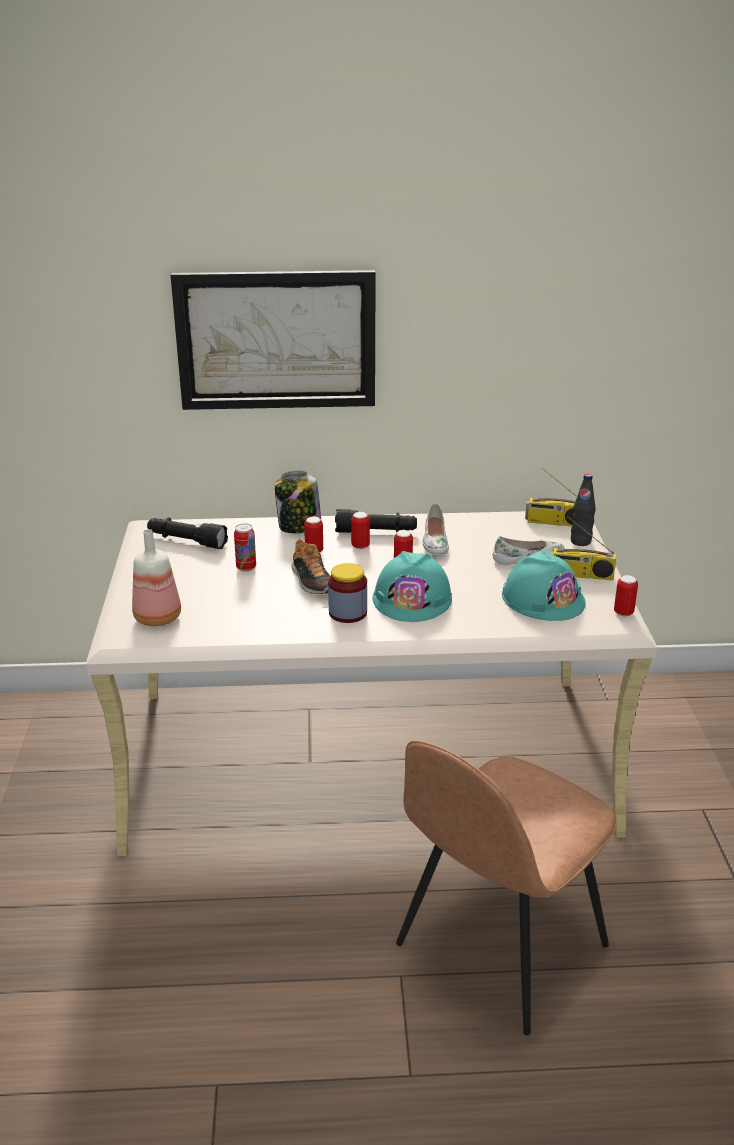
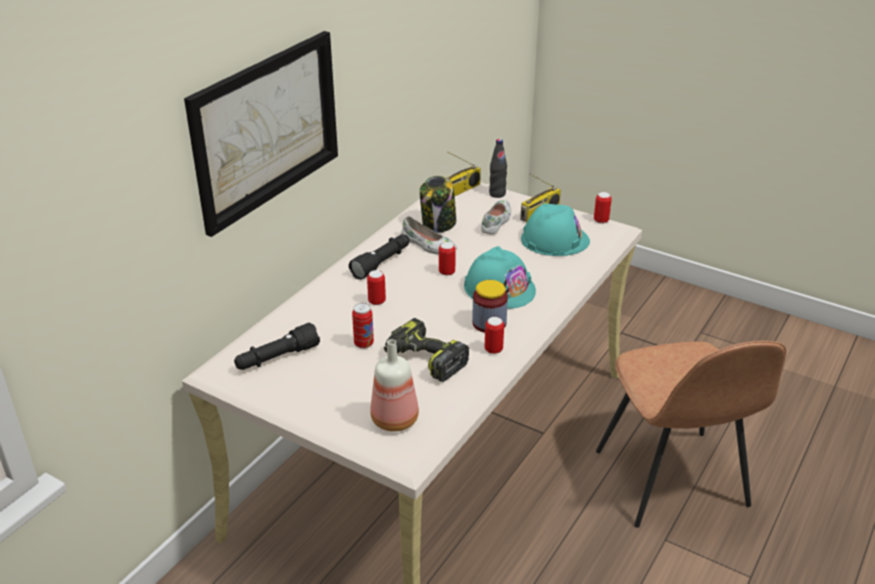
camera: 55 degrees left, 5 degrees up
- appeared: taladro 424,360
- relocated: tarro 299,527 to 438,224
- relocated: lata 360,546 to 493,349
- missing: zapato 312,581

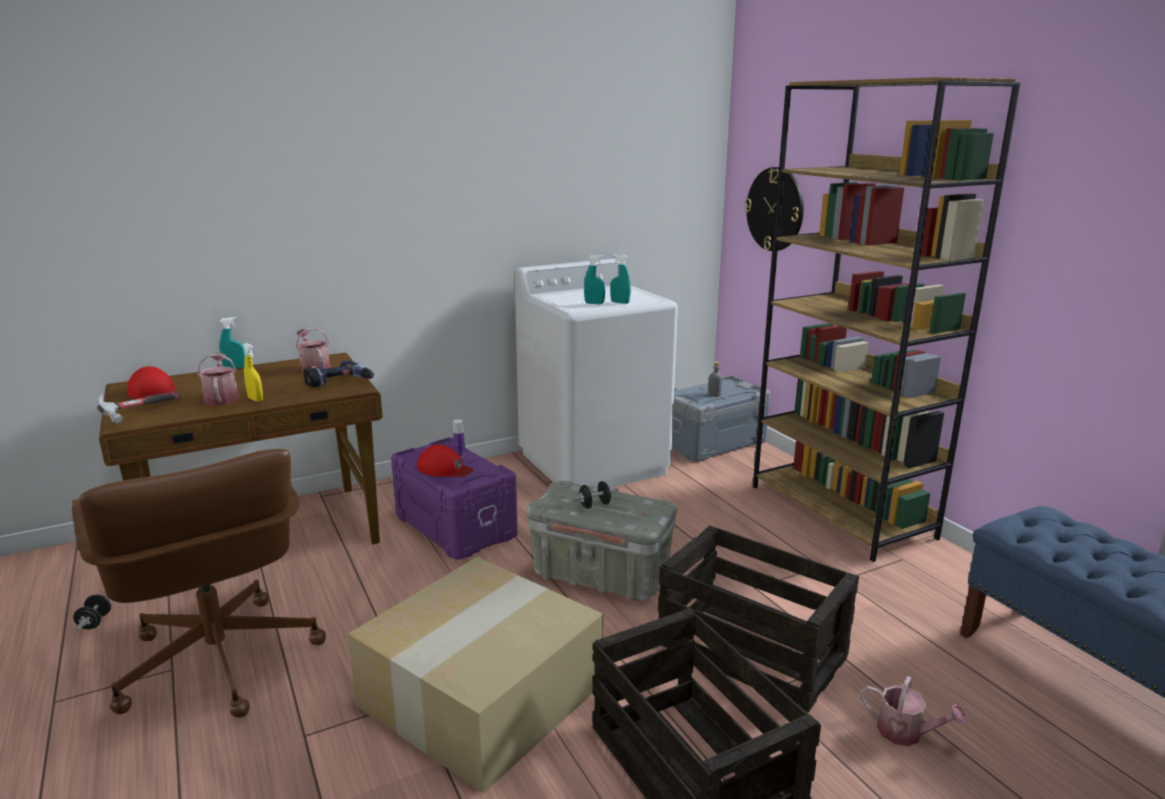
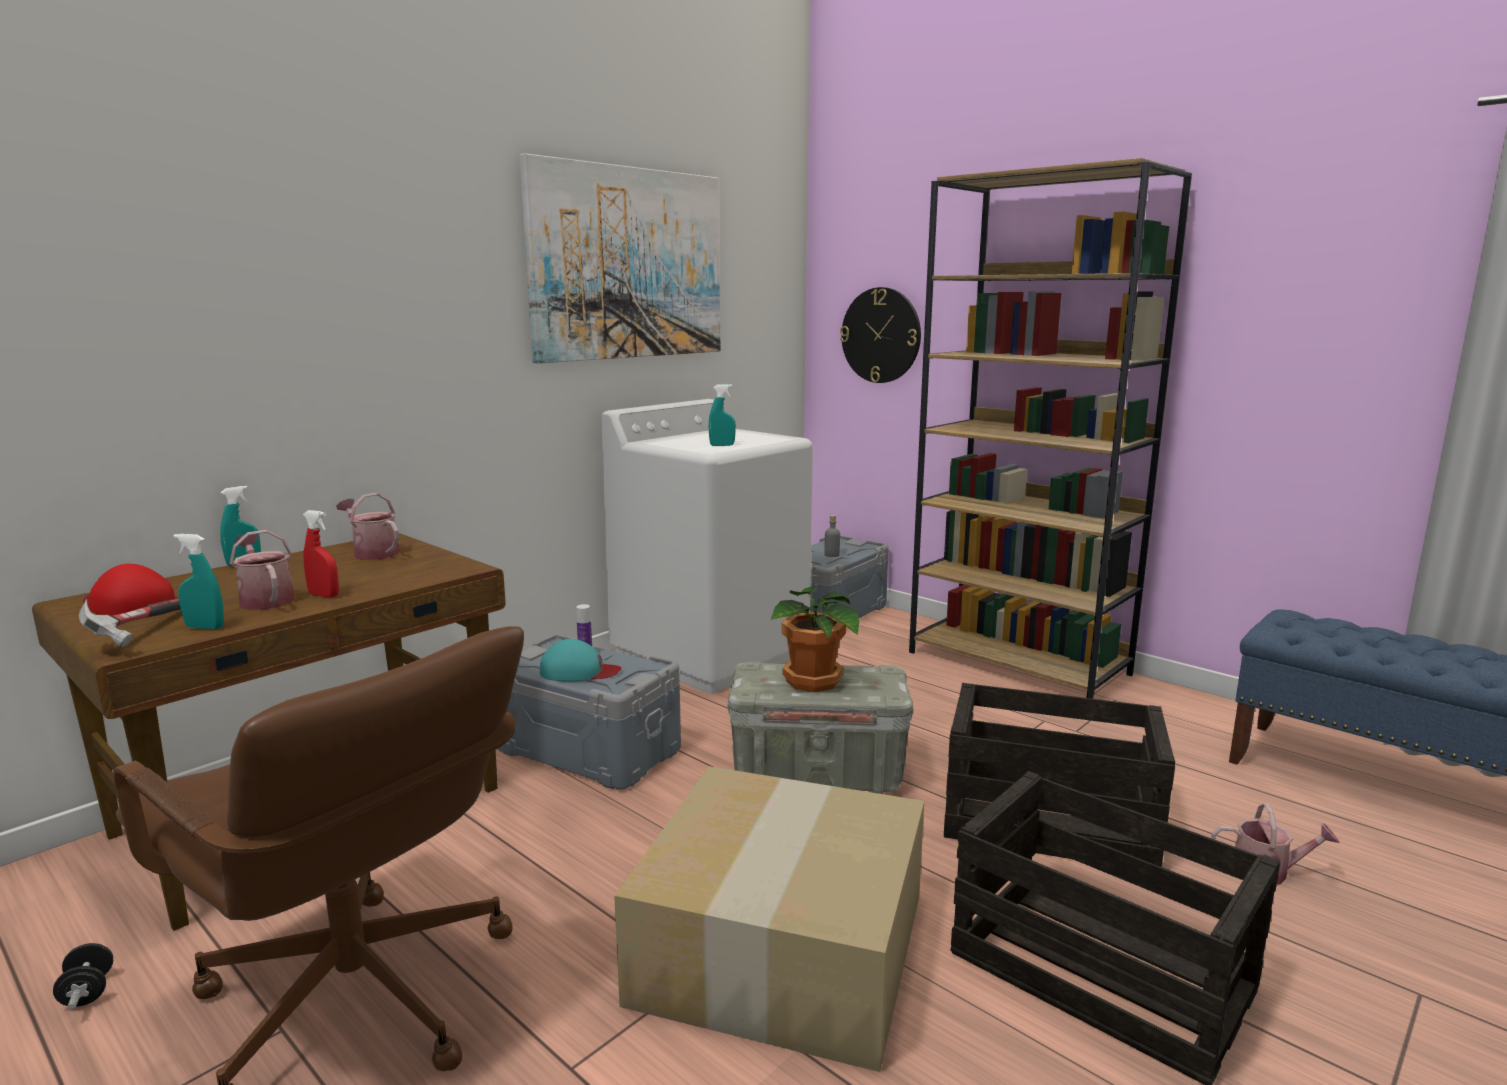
camera: 20 degrees left, 5 degrees down
- relocated: pulverizador [turquesa] 620,302 to 205,627
- colour: pulverizador [amarillo] 255,399 to pulverizador [rojo] 324,595
- colour: caja de almacenaje [morado] 456,525 to caja de almacenaje [gris] 590,749
- appeared: cuadro 628,264
- colour: gorra [rojo] 444,469 to gorra [turquesa] 579,671
- exchanged: mancuerna [negro] 594,505 to planta en maceta 813,682
- missing: taladro 339,384

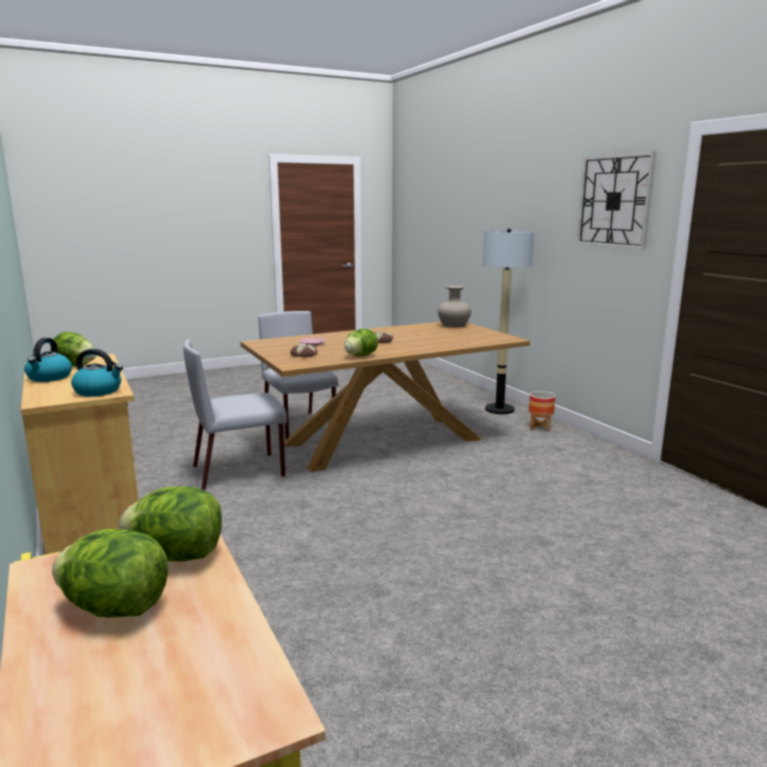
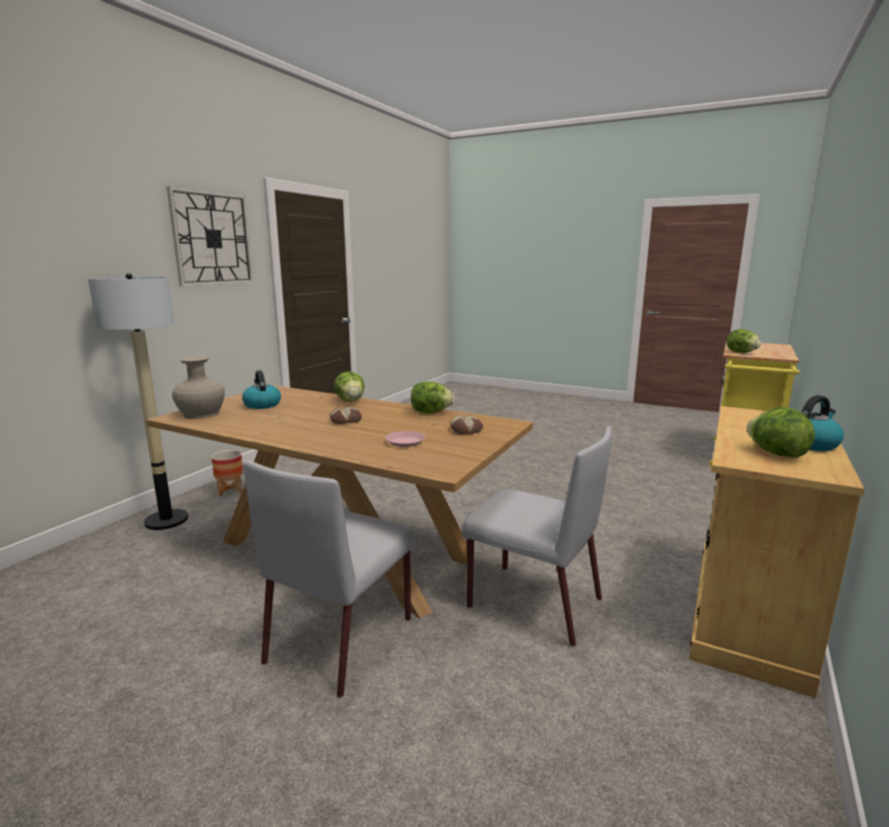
camera: 125 degrees left, 0 degrees up
- relocated: hervidor 99,391 to 262,405
- relocated: lechuga 116,608 to 350,401

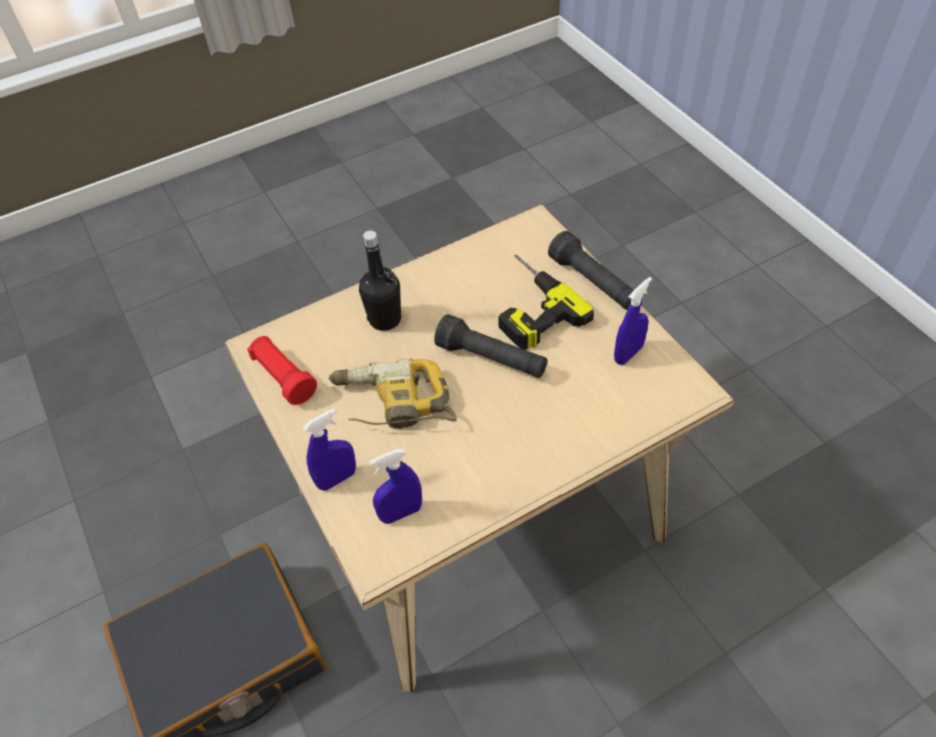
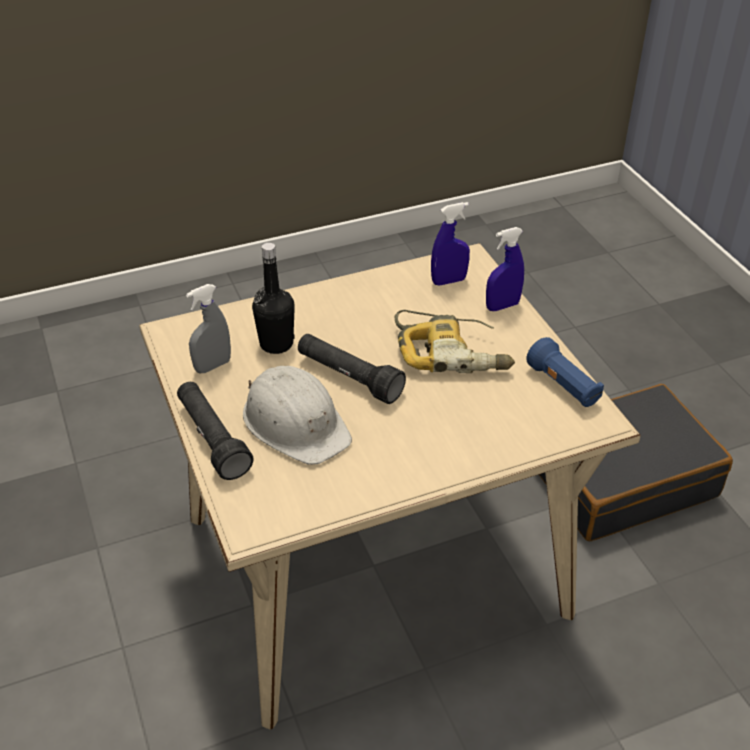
camera: 175 degrees left, 10 degrees down
- colour: pulverizador [azul] 628,354 to pulverizador [gris] 213,366
- exchanged: taladro 528,307 to casco [blanco] 295,423
- relocated: botella [negro] 385,319 to 276,344
- colour: linterna [rojo] 283,378 to linterna [azul] 563,386

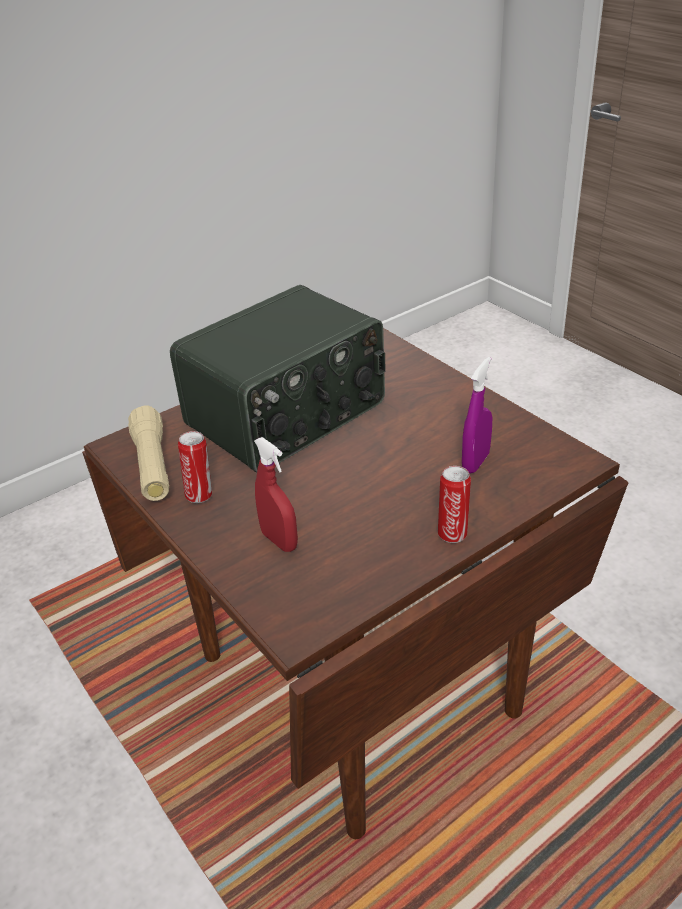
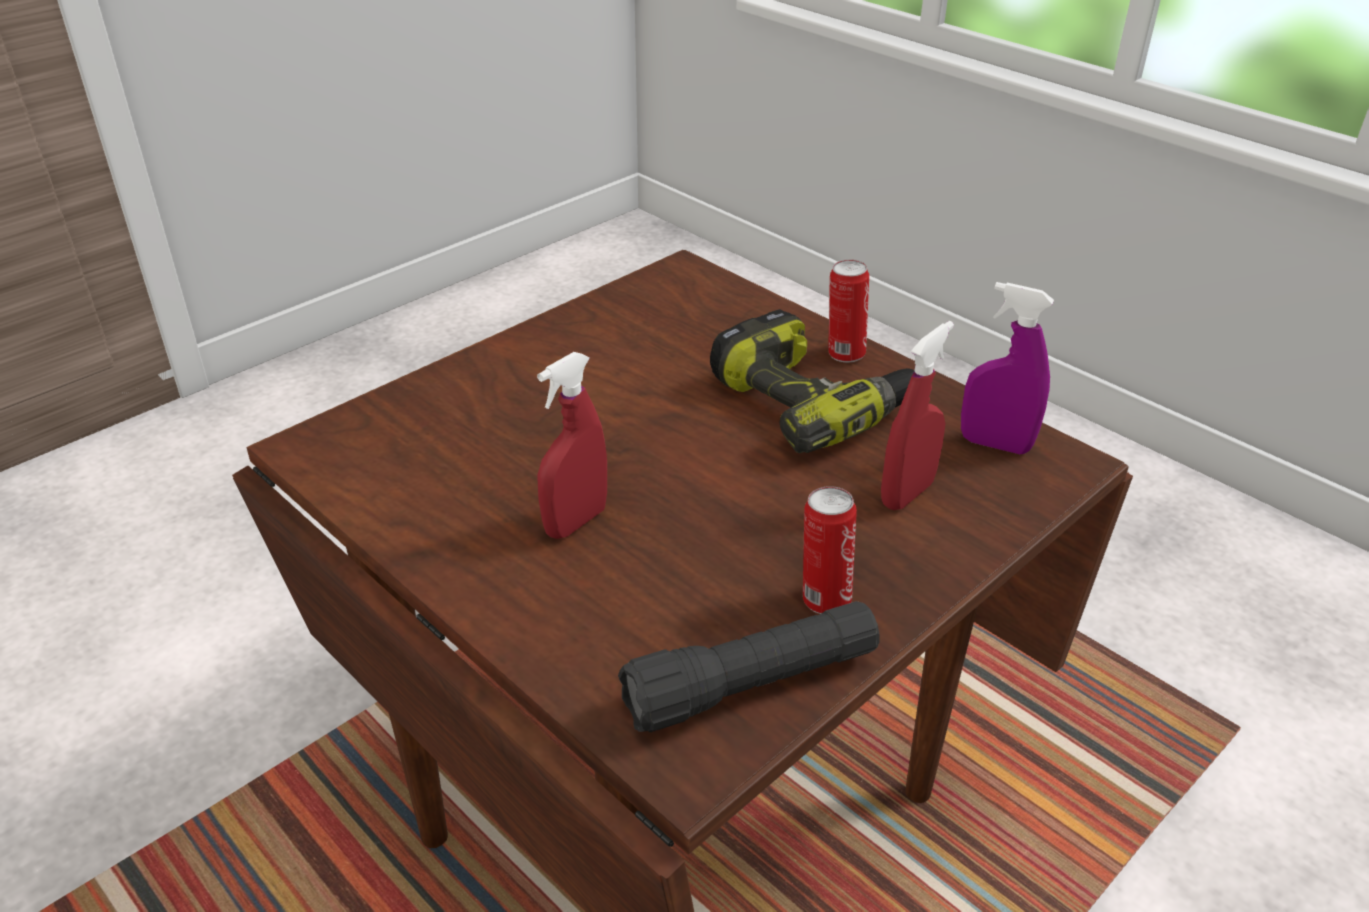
camera: 100 degrees left, 0 degrees up
- exchanged: radio 288,415 to pulverizador [rojo] 575,522
- colour: linterna [beis] 153,466 to linterna [negro] 751,685
- appeared: taladro 813,401
- relocated: pulverizador [morado] 475,462 to 995,444

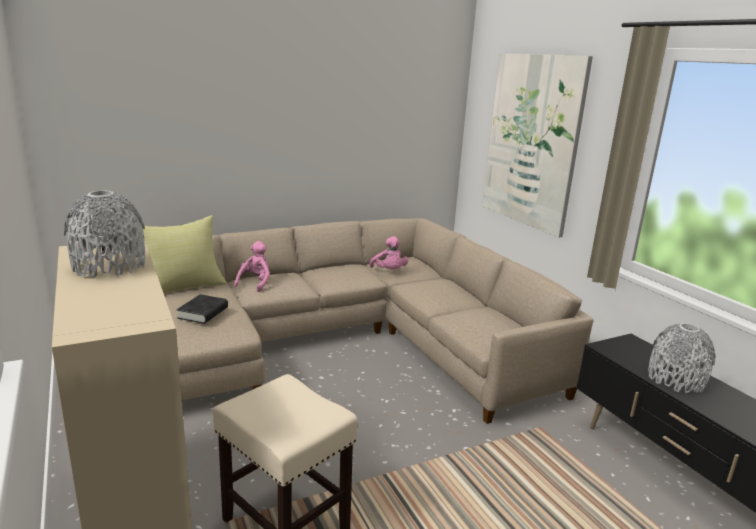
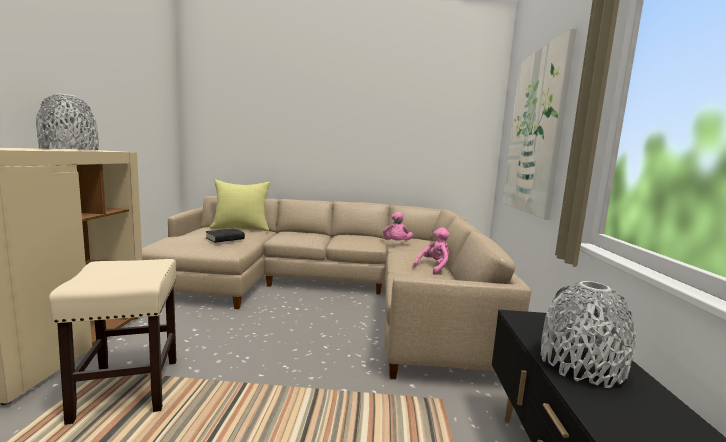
camera: 30 degrees right, 10 degrees down
- relocated: peluche [rosa] 255,283 to 434,268

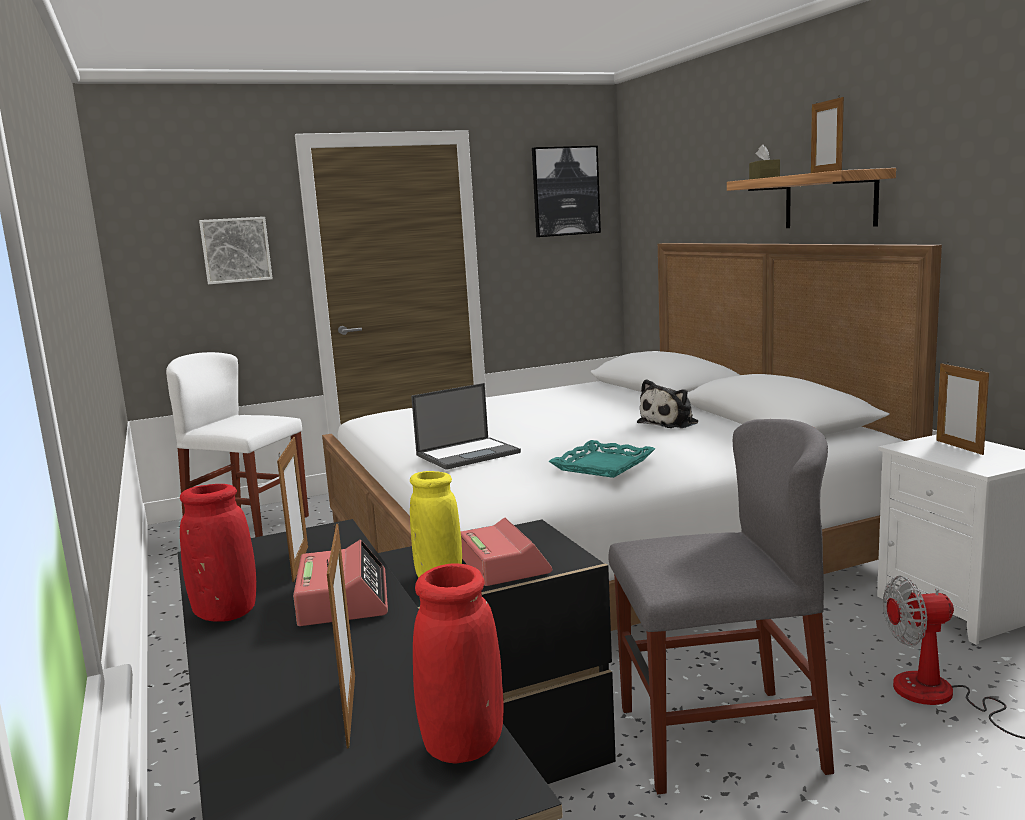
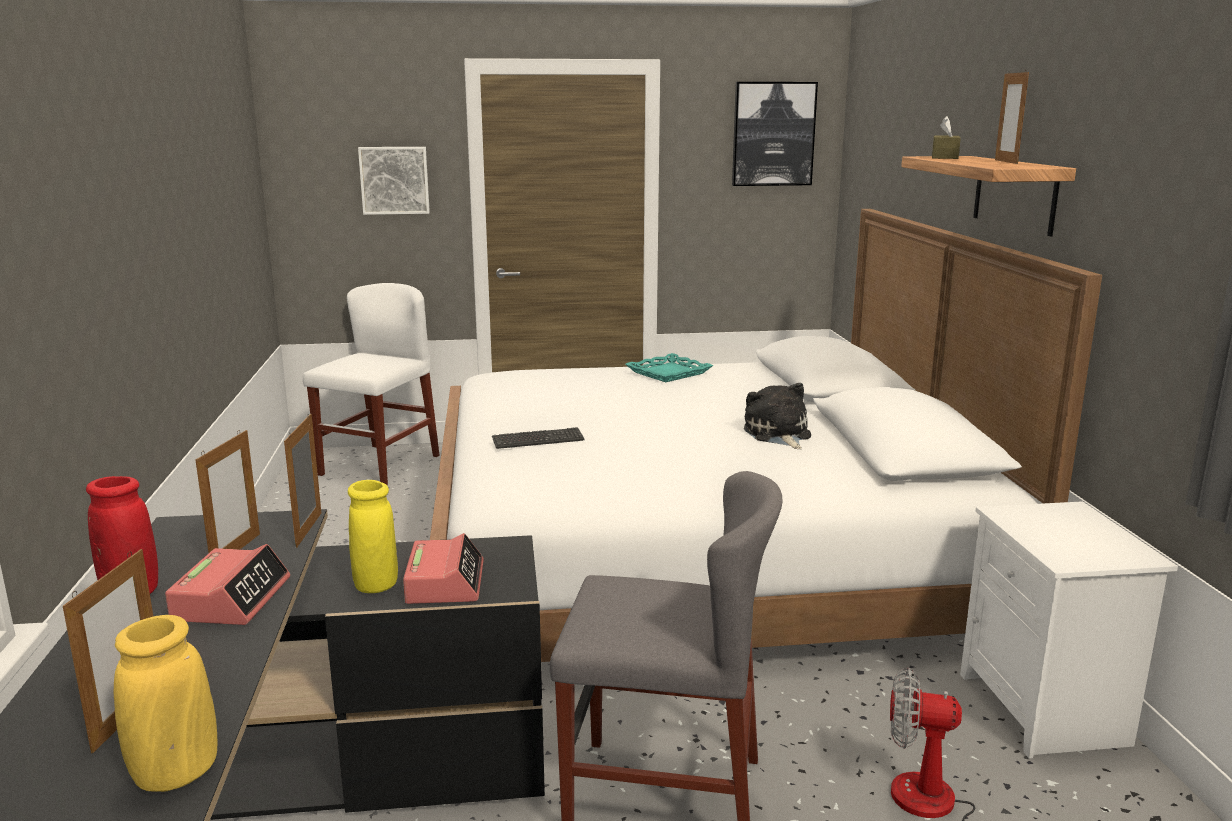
camera: 15 degrees right, 5 degrees up
- colour: florero [rojo] 464,745 to florero [amarillo] 176,774
- relocated: portarretratos 959,447 to 309,529
- spun: silla [blanco] 248,525 = 379,465 75 degrees clockwise
- exchanged: portátil 469,454 to teclado 538,440
- relocated: bandeja [turquesa] 602,465 to 668,373
- spun: peluche 671,423 = 778,434 105 degrees clockwise

